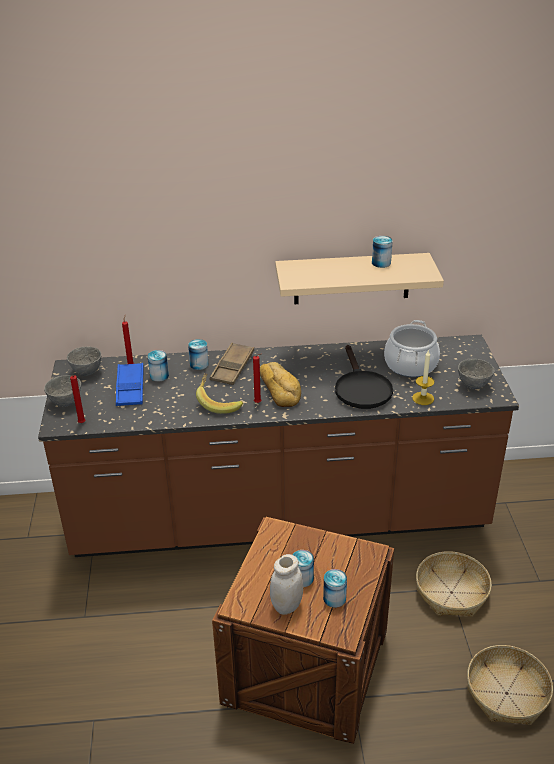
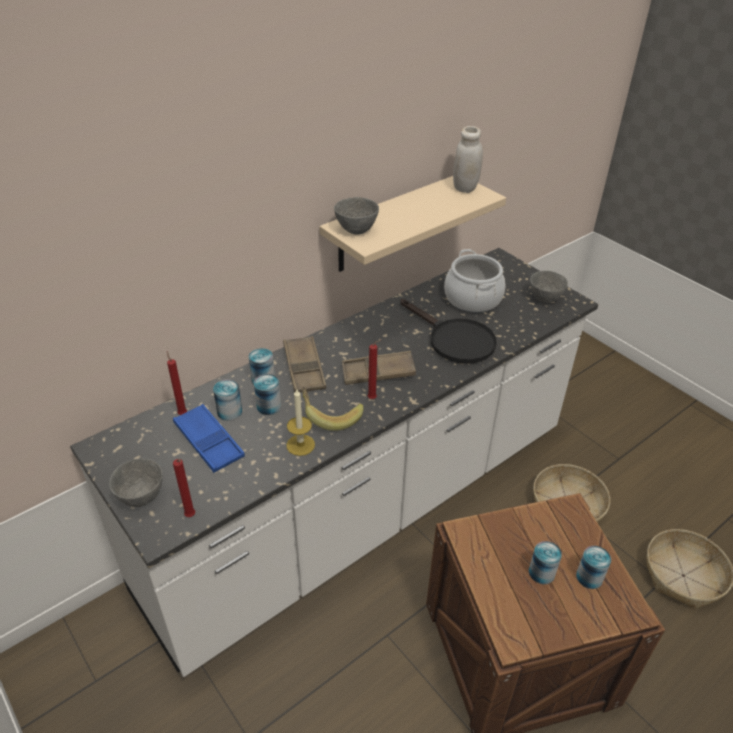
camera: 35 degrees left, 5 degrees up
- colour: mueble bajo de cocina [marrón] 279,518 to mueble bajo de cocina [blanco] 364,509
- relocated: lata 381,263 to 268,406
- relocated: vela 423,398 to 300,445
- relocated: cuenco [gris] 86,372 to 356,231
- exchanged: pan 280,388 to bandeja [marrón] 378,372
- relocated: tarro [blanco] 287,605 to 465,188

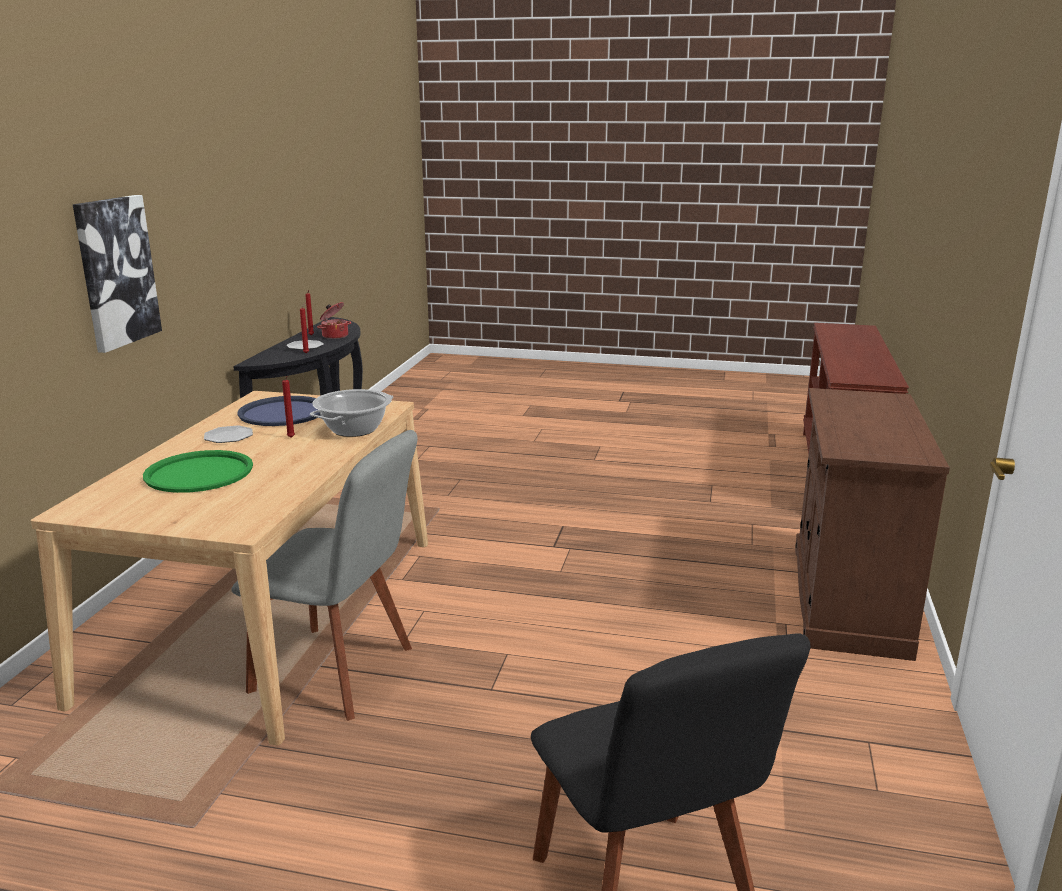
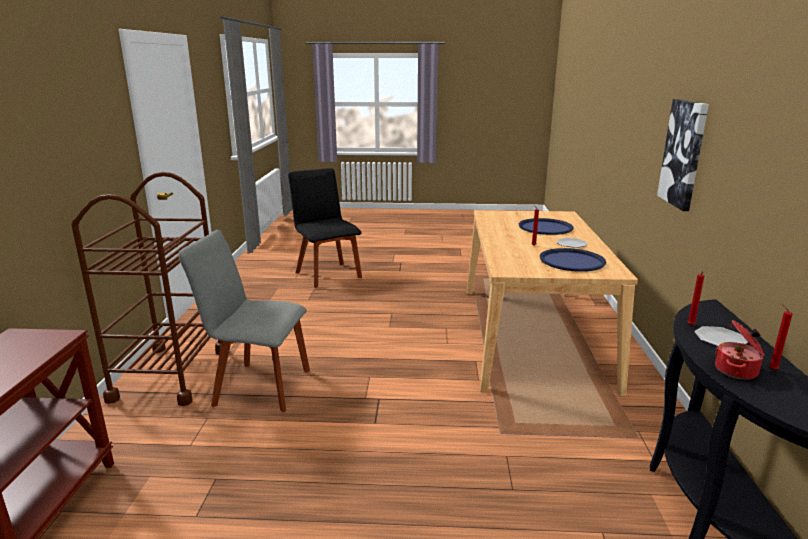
camera: 170 degrees right, 0 degrees up
- exchanged: armario [marrón] 847,598 to carrito [marrón] 171,374
- relocated: silla [gris] 339,672 to 257,386
- colour: bandeja [verde] 199,473 to bandeja [azul] 545,227
- missing: olla 354,429

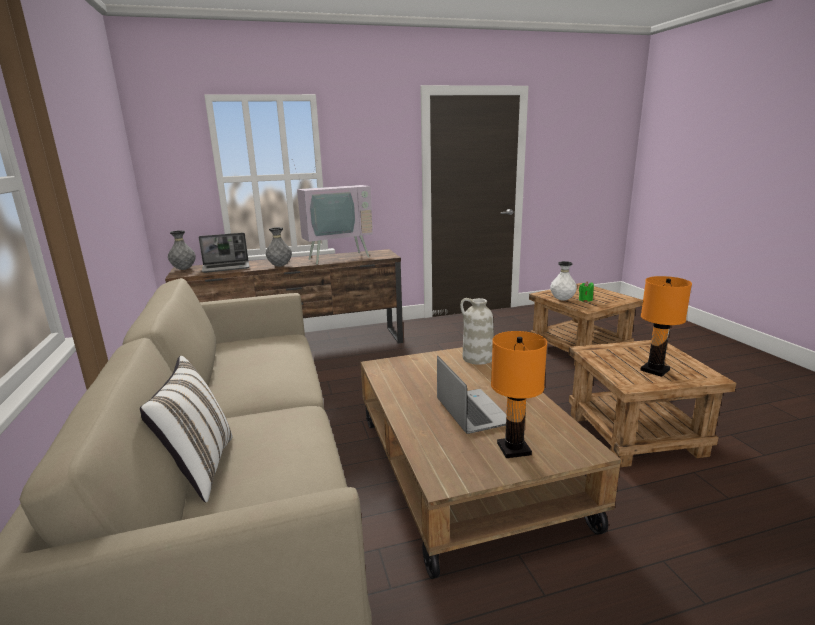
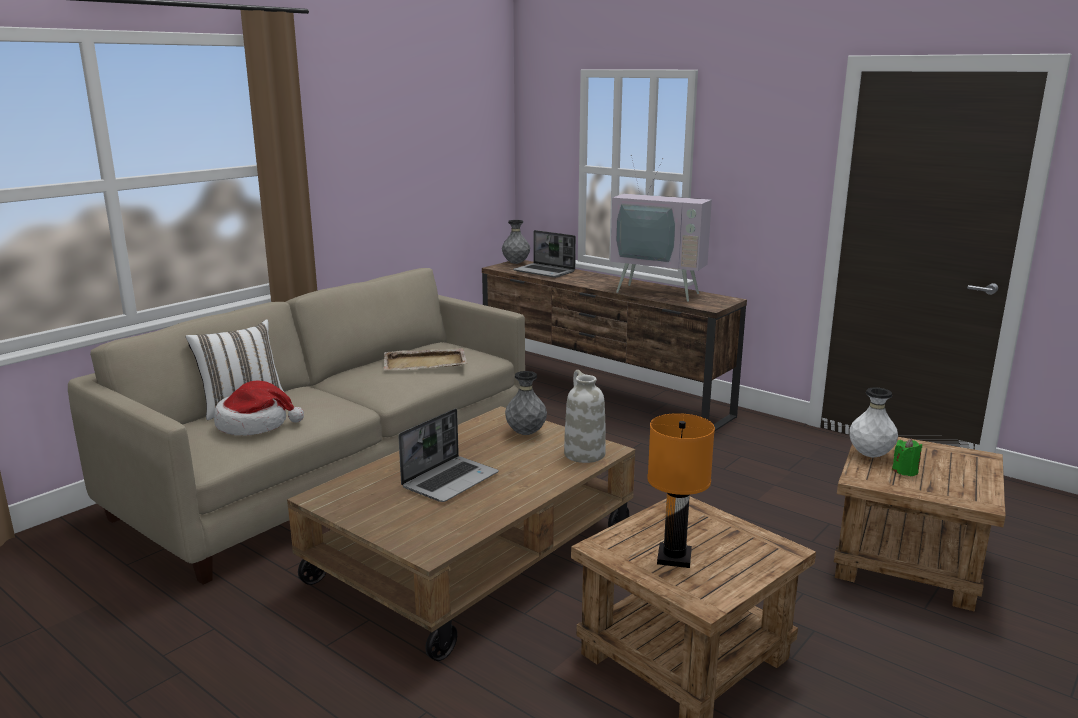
camera: 55 degrees right, 0 degrees up
- appeared: sombrero 254,424
- appeared: bandeja [beis] 426,362
- relocated: florero [gris] 280,266 to 525,433
- missing: lámpara de mesa [naranja] 514,448

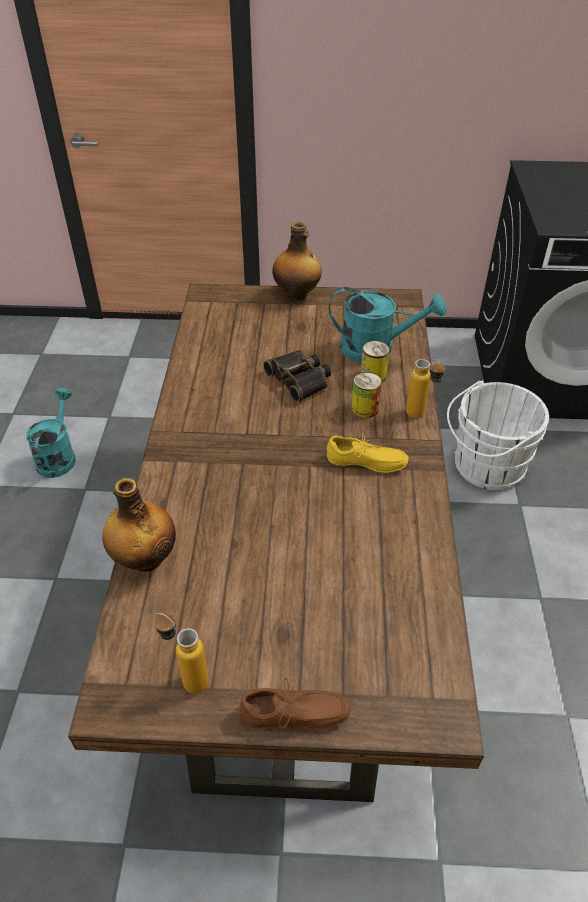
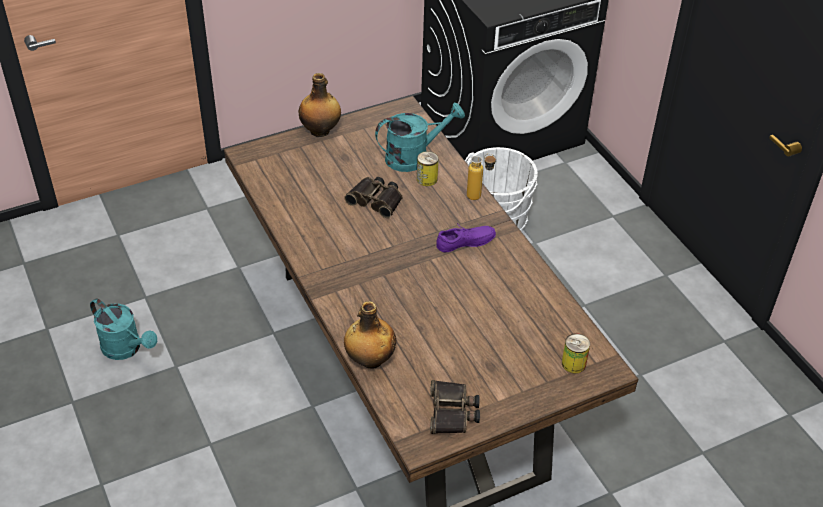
camera: 30 degrees left, 0 degrees up
- spun: regadera [turquesa] 58,456 = 126,349 150 degrees clockwise
- exchanged: botella 187,677 to prismáticos 453,412
- colour: zapato [amarillo] 366,463 to zapato [morado] 466,244
- relocated: lata 365,408 to 573,363
- missing: zapato [marrón] 294,717

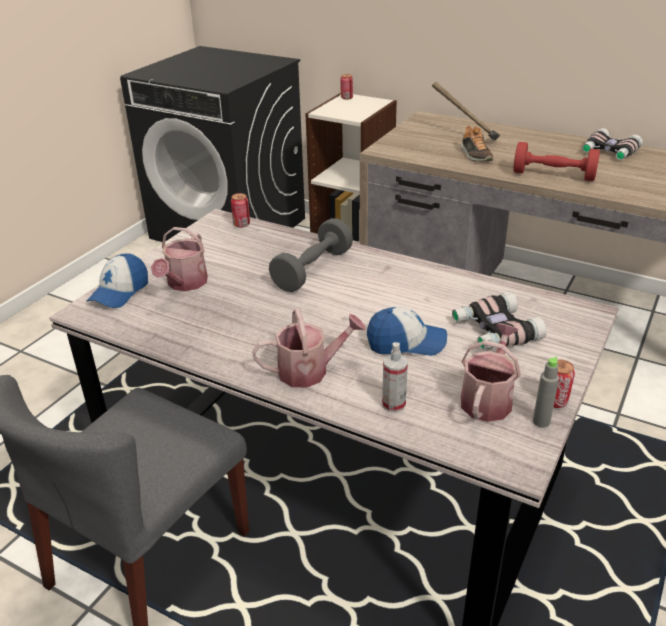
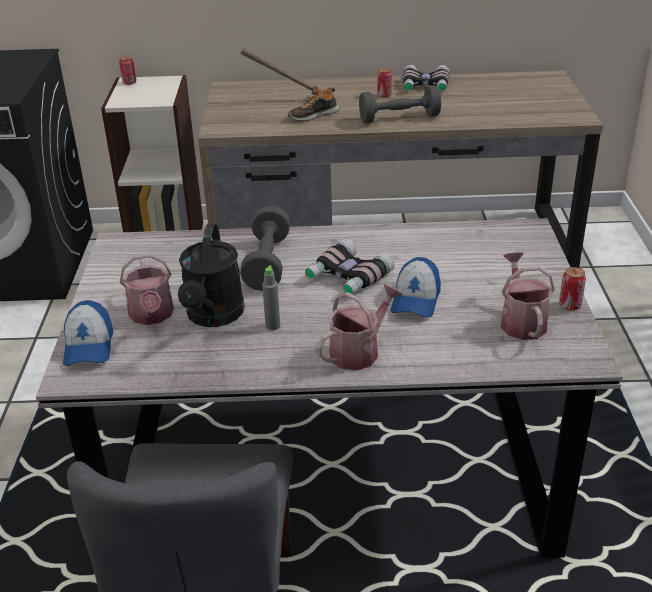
camera: 30 degrees left, 0 degrees up
- appeared: regadera [negro] 213,317
- relocated: botella [gris] 541,422 to 272,326
- spun: zapato 475,155 = 313,115 105 degrees clockwise
- relocated: prismáticos 494,331 to 347,277
- colour: mancuerna [rojo] 553,175 to mancuerna [gris] 399,118
- relocated: lata 241,224 to 384,95
- spun: gorra 406,343 = 415,300 135 degrees clockwise
- missing: pulverizador 393,404

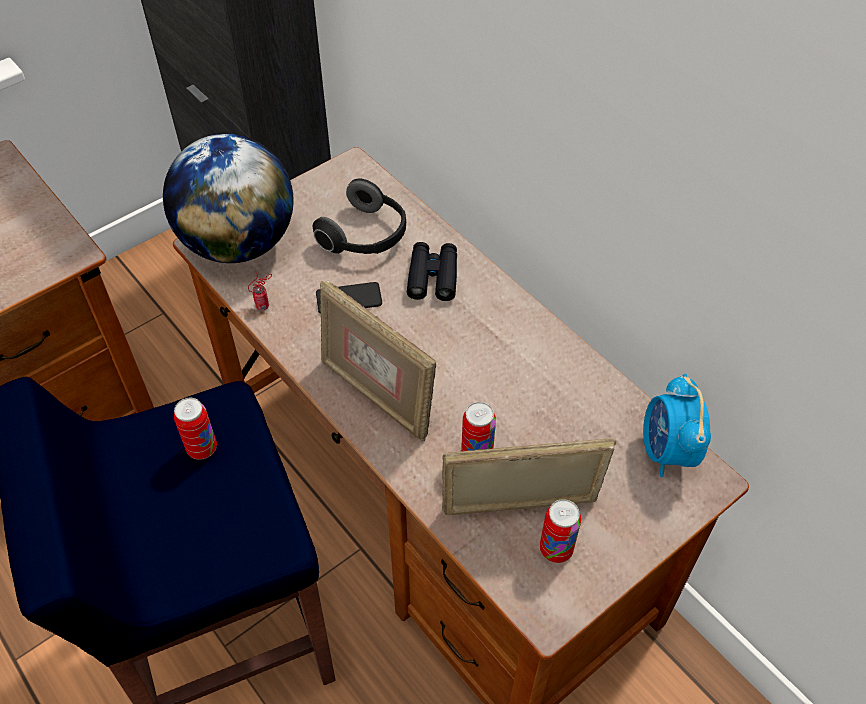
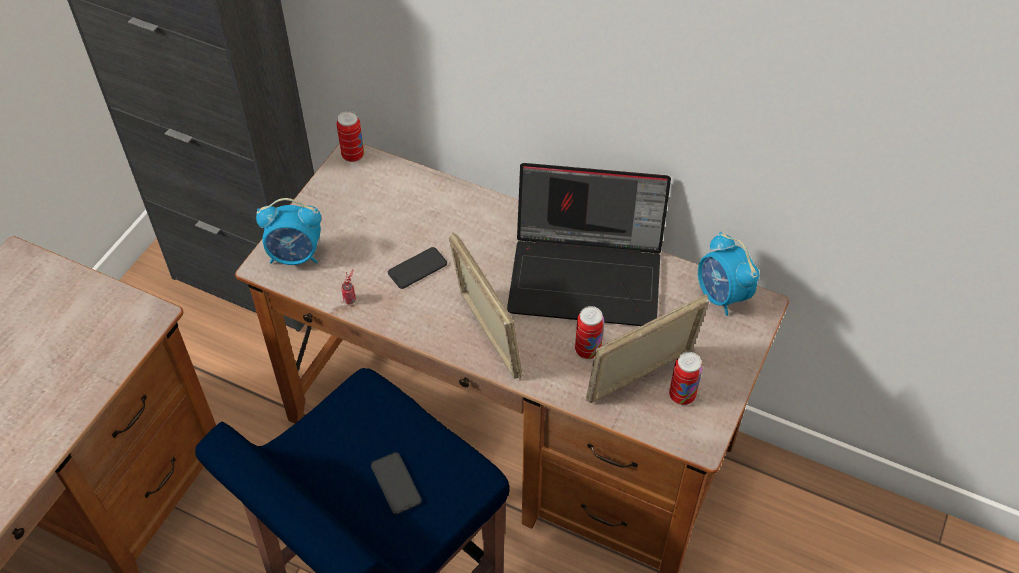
camera: 25 degrees left, 0 degrees up
- exchanged: globo terráqueo 239,244 to despertador 296,256
- relocated: lata 202,448 to 353,155
- appeared: móvil 396,483
- spun: portarretratos 376,395 = 486,336 135 degrees counterclockwise
- appeared: portátil 588,274
- missing: auriculares 366,236
- missing: prismáticos [negro] 433,277

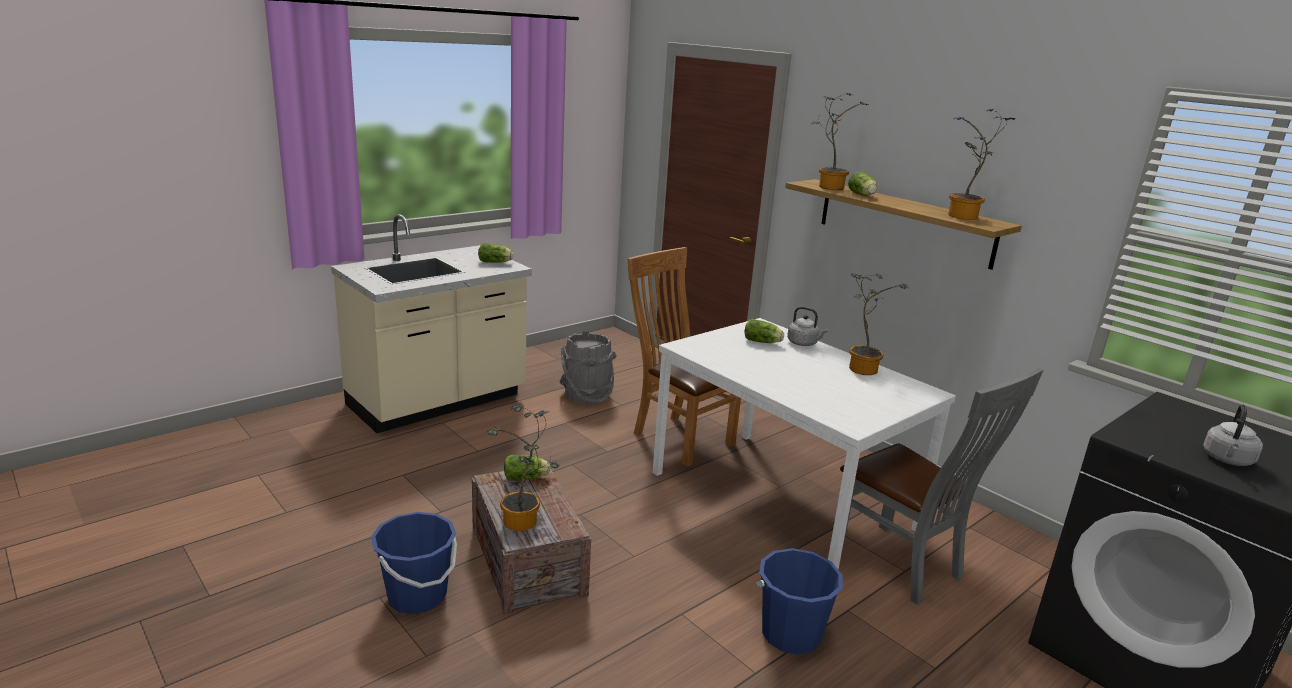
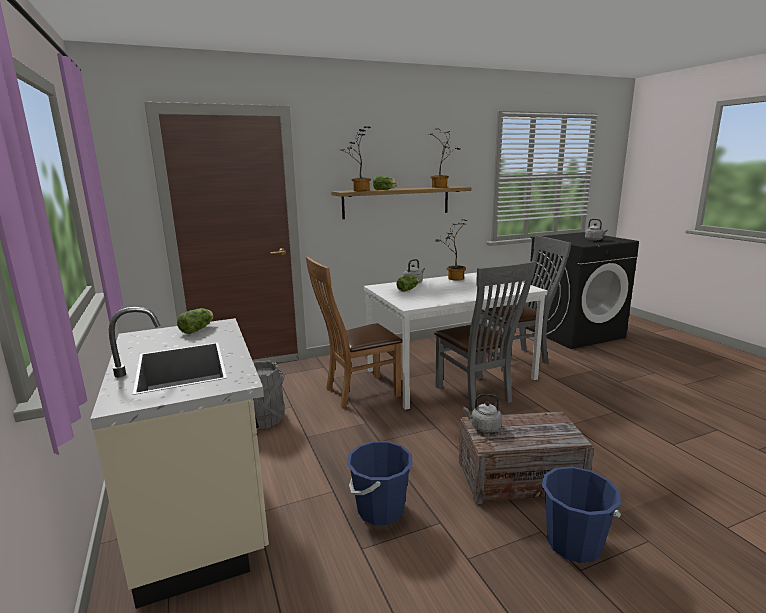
camera: 70 degrees left, 5 degrees down
- relocated: cubo [azul] 791,634 to 380,509
- appeared: silla [gris] 476,395
- exchanged: lechuga 527,478 to hervidor [gris] 484,427
- missing: planta en maceta 523,524

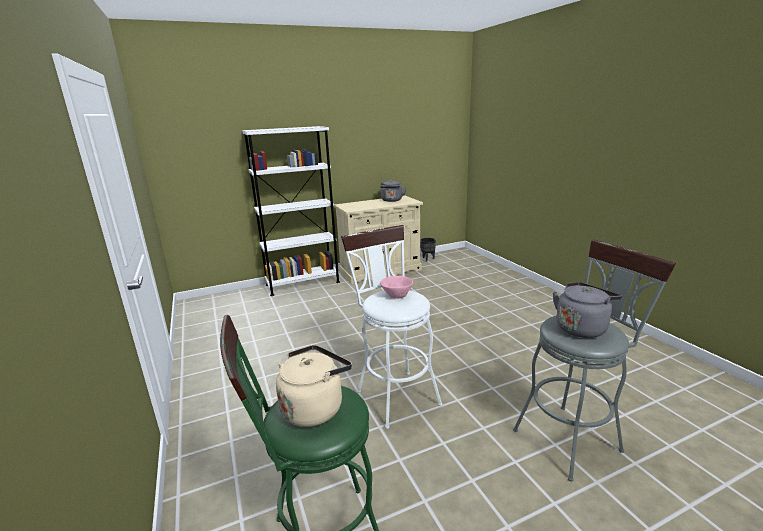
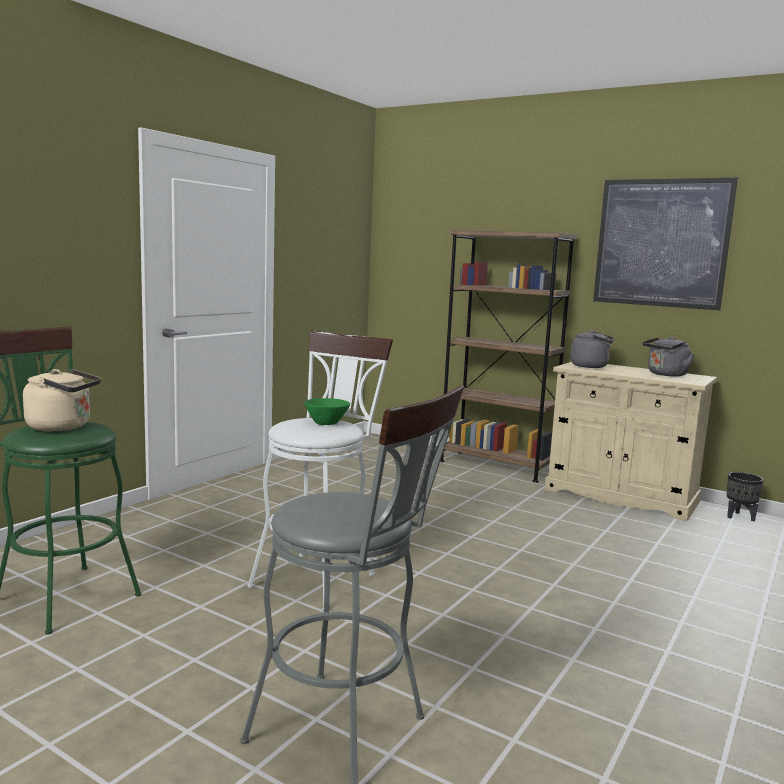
camera: 55 degrees right, 10 degrees down
- colour: cuenco [rosa] 397,295 to cuenco [verde] 328,423
- colour: estantería [blanco] 302,283 to estantería [marrón] 495,466
- relocated: hervidor [gris] 581,328 to 591,366
- appeared: cuadro 661,243

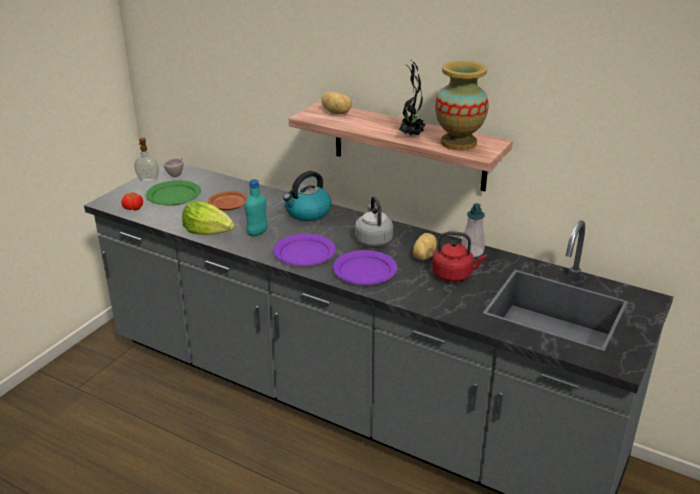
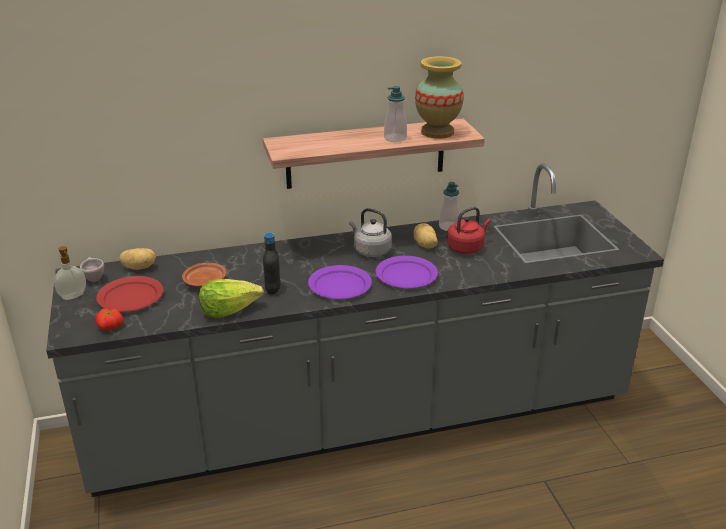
camera: 45 degrees left, 0 degrees up
- colour: plato [verde] 173,196 to plato [rojo] 130,297
- relocated: patata 336,113 to 139,267
- colour: botella [turquesa] 257,233 to botella [negro] 273,289
- exchanged: planta en maceta 411,135 to dispensador de jabón 395,138
- missing: hervidor 307,213

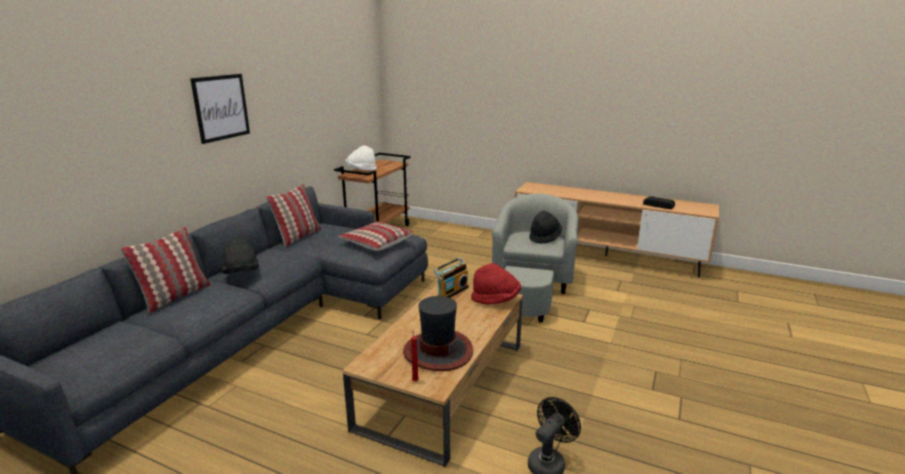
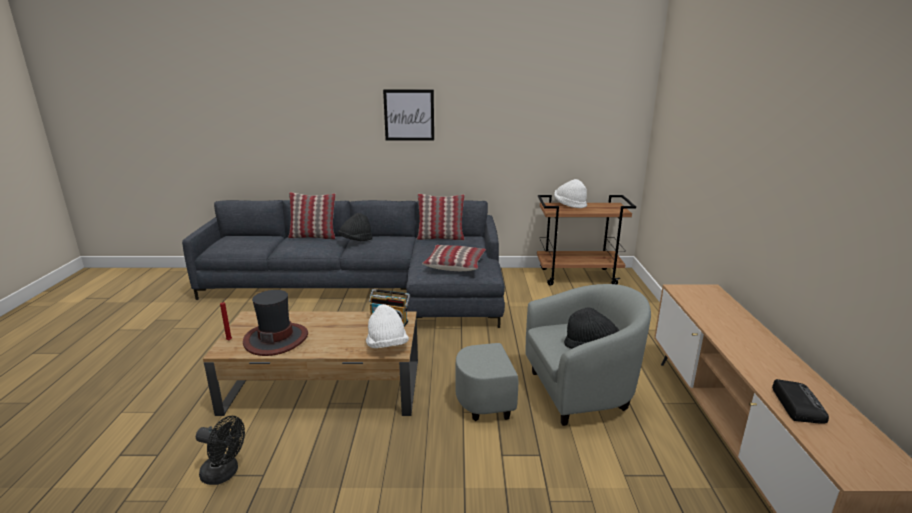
camera: 65 degrees right, 0 degrees up
- colour: sombrero [rojo] 496,299 to sombrero [blanco] 387,346

